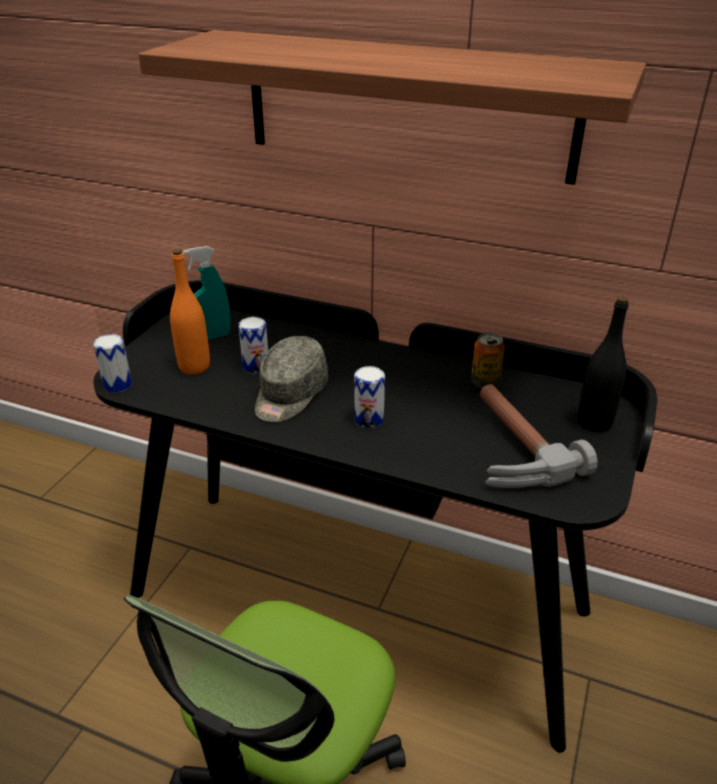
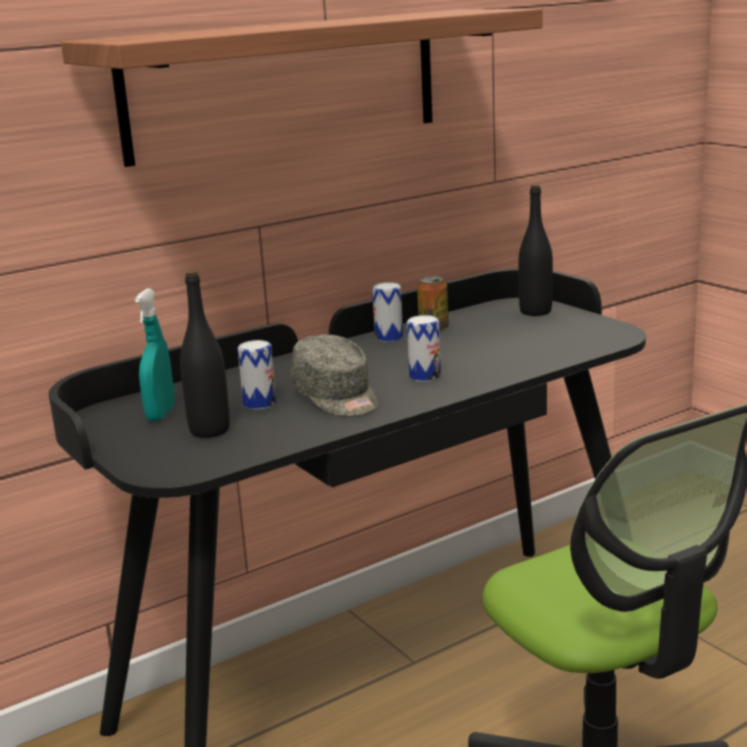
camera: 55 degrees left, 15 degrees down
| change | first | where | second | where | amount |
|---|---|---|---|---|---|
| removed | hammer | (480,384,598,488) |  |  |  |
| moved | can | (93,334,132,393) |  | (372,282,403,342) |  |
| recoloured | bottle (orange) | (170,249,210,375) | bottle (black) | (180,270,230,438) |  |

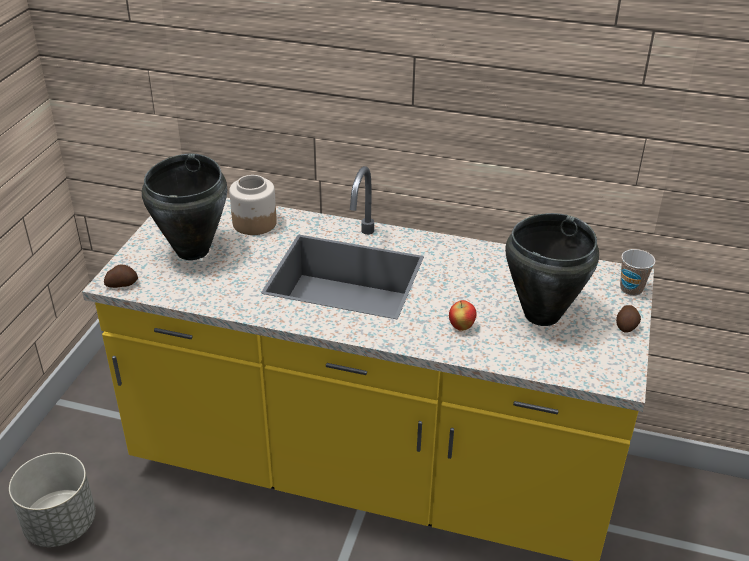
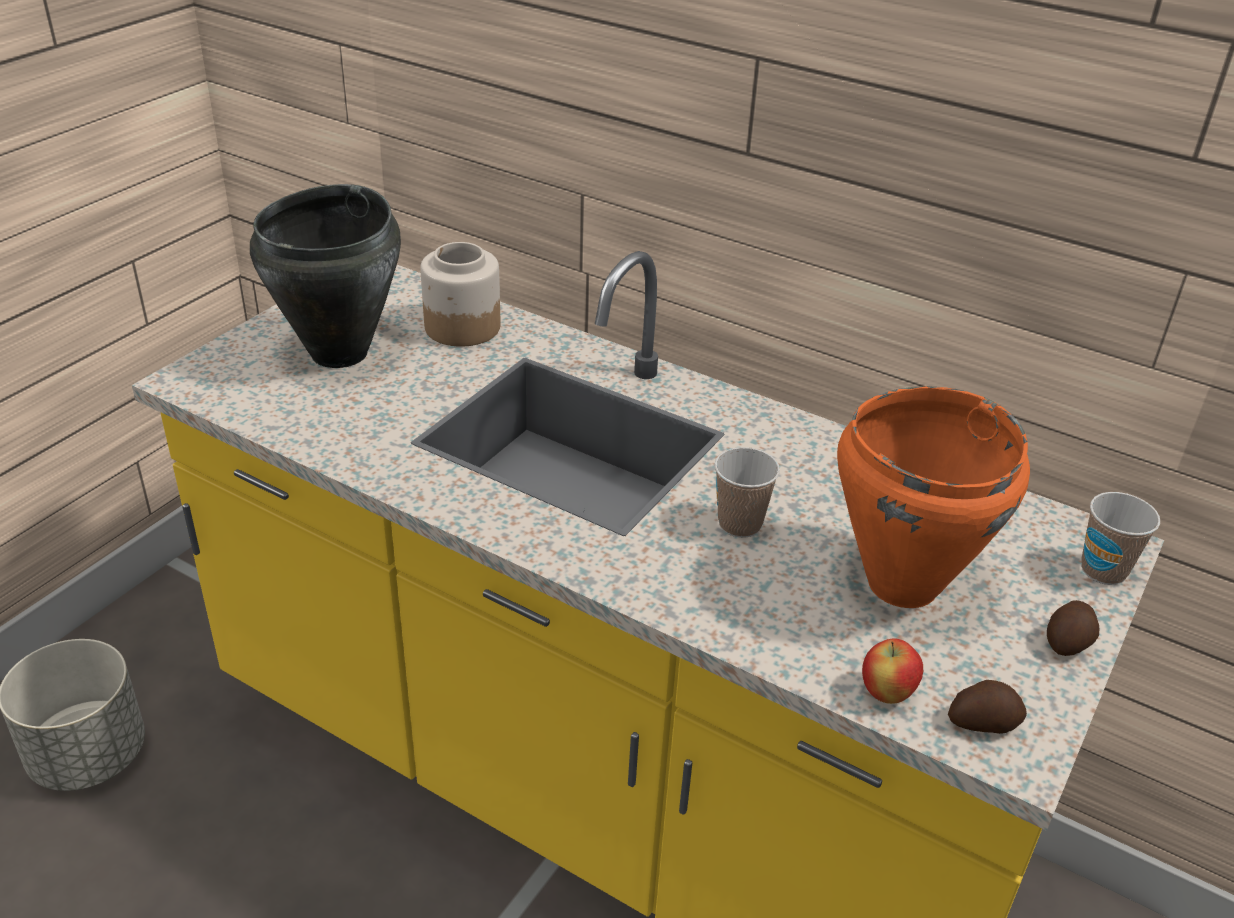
camera: 15 degrees right, 0 degrees up
| change | first | where | second | where | amount |
|---|---|---|---|---|---|
| added |  |  | cup | (715,447,780,538) |  |
| moved | potato | (104,265,138,288) |  | (948,680,1027,734) |  |
| moved | apple | (449,300,476,331) |  | (862,639,923,704) |  |
| recoloured | cooking pot (black) | (505,213,599,326) | cooking pot (orange) | (837,386,1030,608) |  |

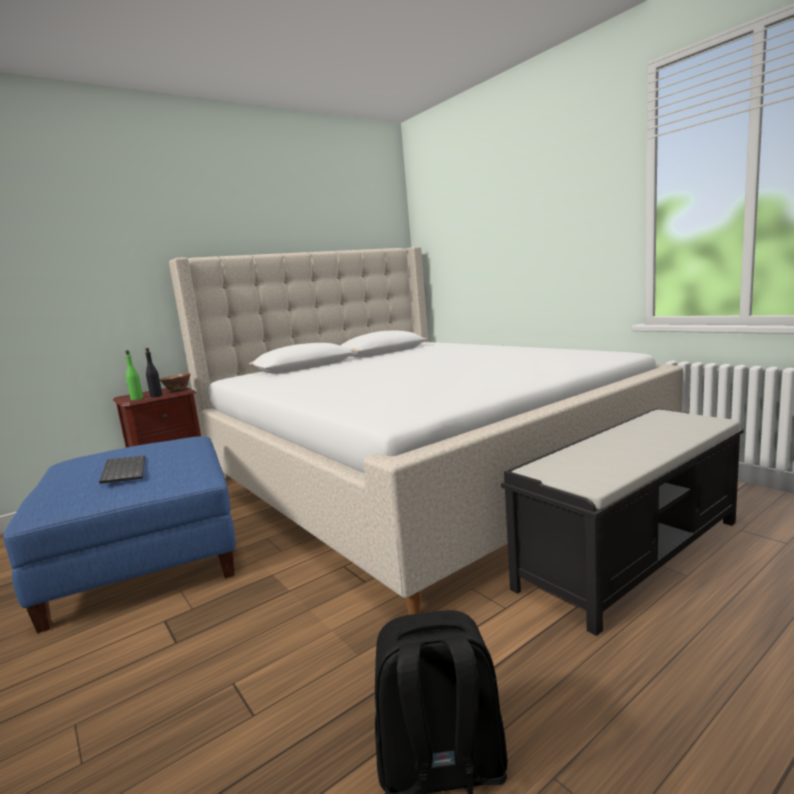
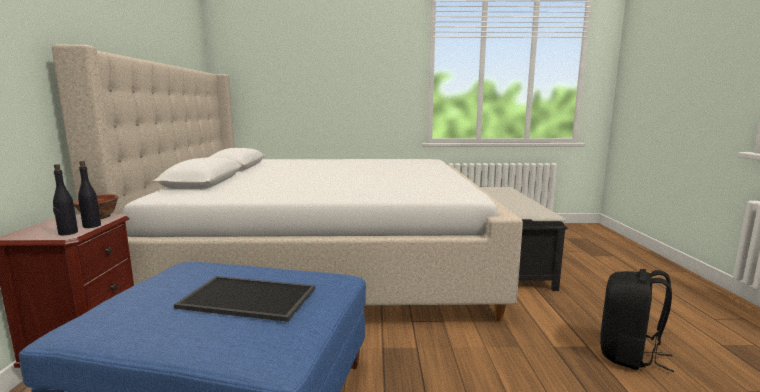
camera: 55 degrees left, 0 degrees up
| change | first | where | second | where | amount |
|---|---|---|---|---|---|
| replaced | keyboard | (99,455,145,484) | tray | (174,276,315,322) |  |
| recoloured | bottle (green) | (125,350,143,400) | bottle (black) | (53,164,78,235) |  |

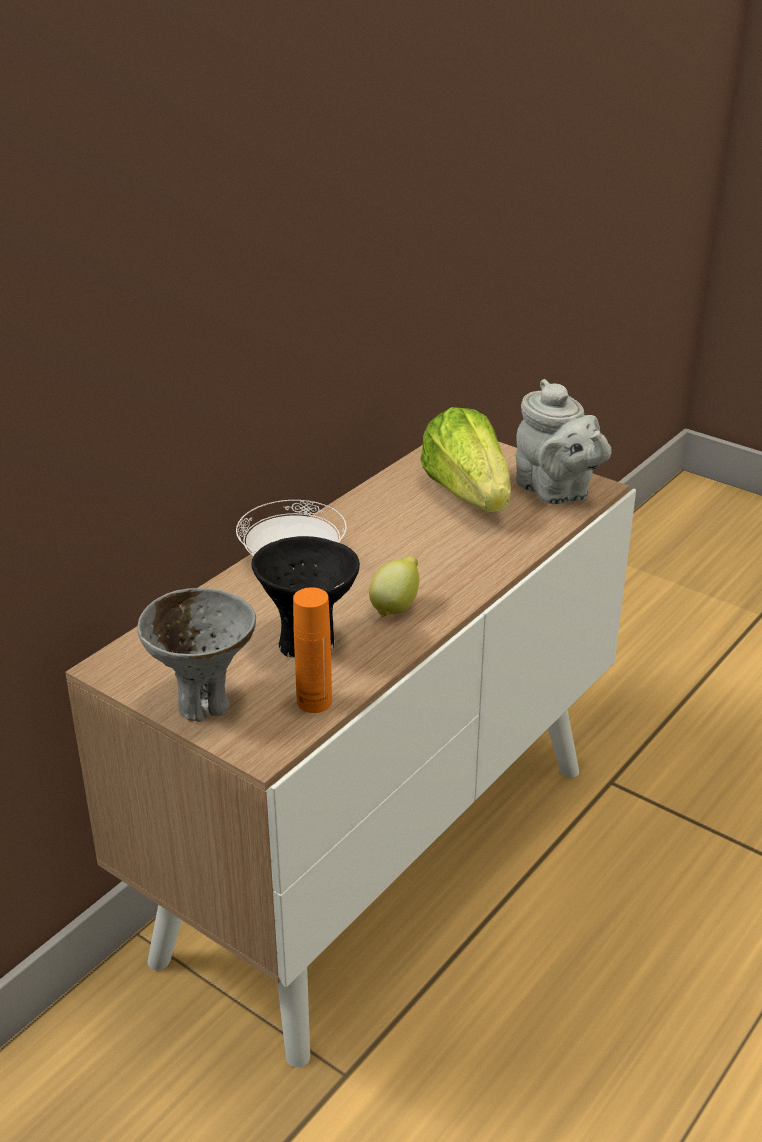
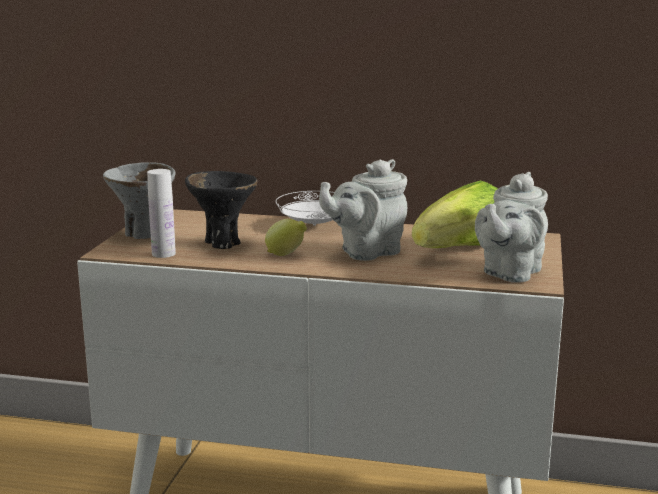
camera: 65 degrees right, 15 degrees down
| change | first | where | second | where | amount |
|---|---|---|---|---|---|
| added |  |  | teapot (grey) | (319,159,407,261) |  |
| recoloured | bottle (orange) | (293,587,332,713) | bottle (white) | (147,169,176,258) |  |

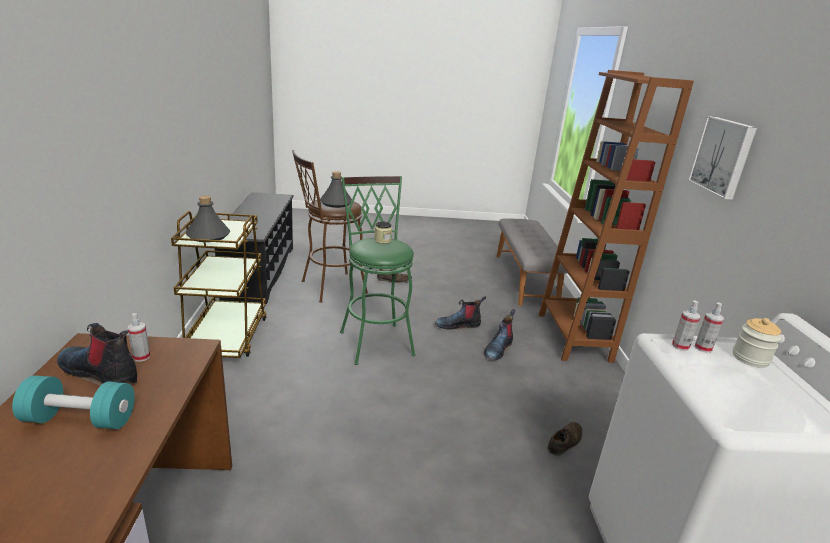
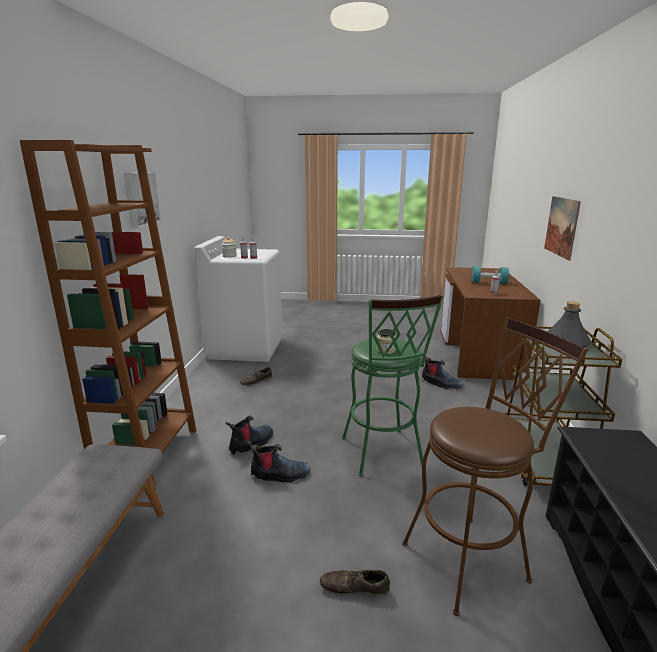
camera: 170 degrees left, 5 degrees down
| change | first | where | second | where | amount |
|---|---|---|---|---|---|
| removed | bottle (grey) | (320,171,352,208) |  |  |  |
| added |  |  | picture | (544,196,581,261) |  |
| moved | boot | (57,323,137,386) |  | (422,357,463,389) |  |

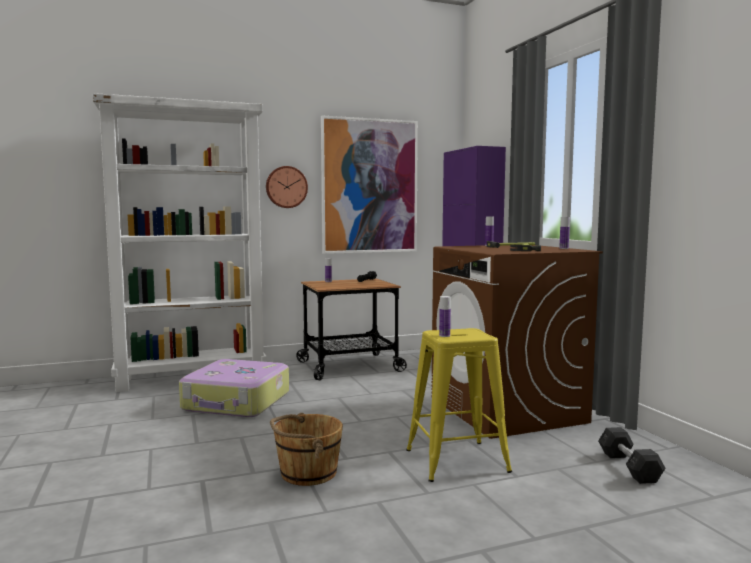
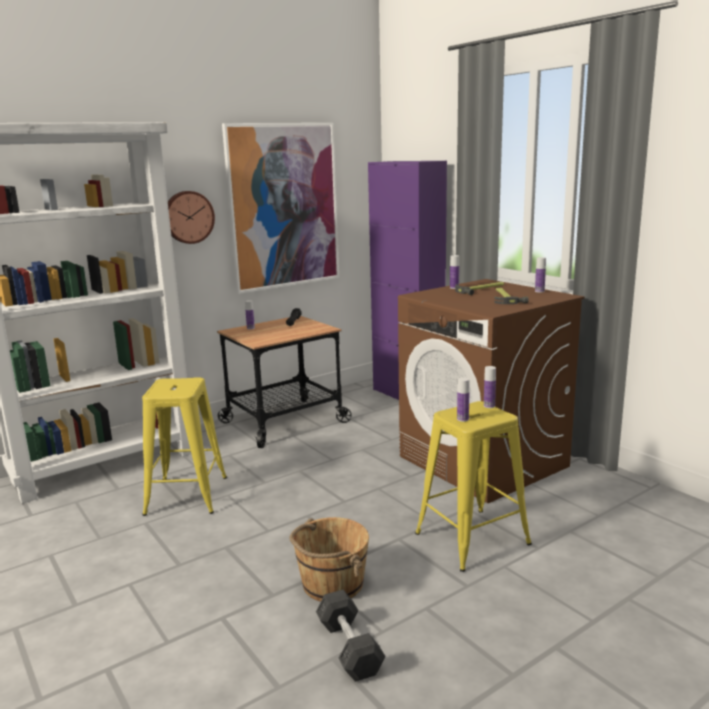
camera: 15 degrees left, 10 degrees up
| change | first | where | second | where | amount |
|---|---|---|---|---|---|
| added |  |  | bottle | (484,366,496,408) |  |
| moved | dumbbell (grey) | (598,427,665,484) |  | (316,590,386,682) |  |
| replaced | suitcase | (179,359,289,417) | stool (yellow) | (142,377,227,516) |  |

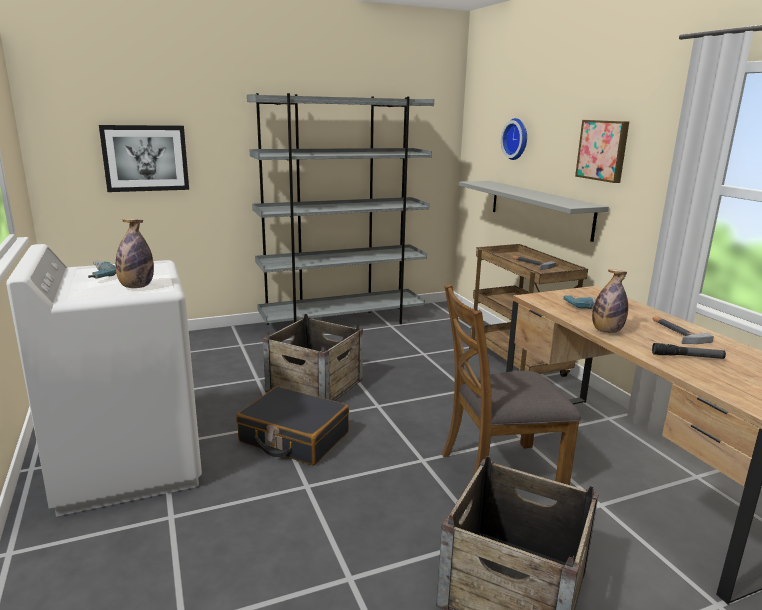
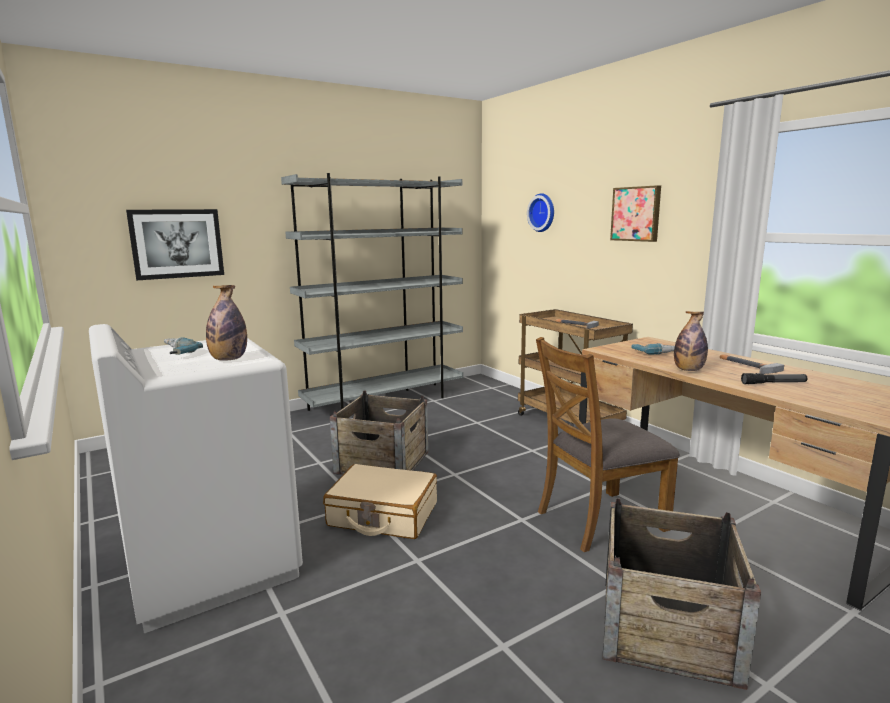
camera: 10 degrees left, 5 degrees down
| change | first | where | second | where | amount |
|---|---|---|---|---|---|
| removed | shelf (grey) | (459,181,609,242) |  |  |  |
| recoloured | suitcase (black) | (236,386,349,466) | suitcase (beige) | (323,464,437,539) |  |

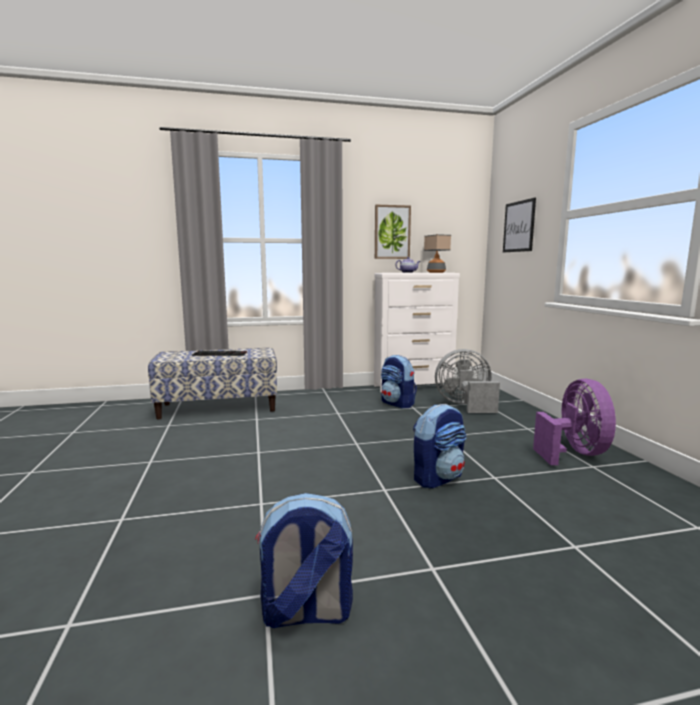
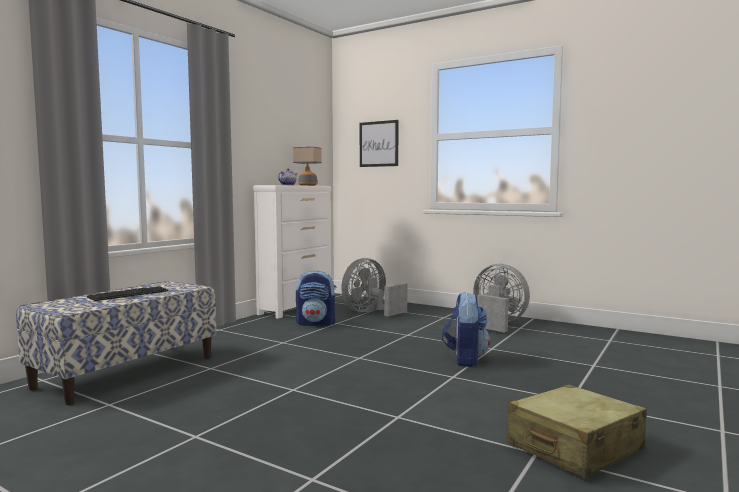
camera: 45 degrees left, 5 degrees down
| change | first | where | second | where | amount |
|---|---|---|---|---|---|
| removed | picture | (375,204,411,259) |  |  |  |
| replaced | backpack | (255,493,353,628) | suitcase (beige) | (507,384,647,478) |  |
| recoloured | fan (purple) | (533,379,616,465) | fan (grey) | (473,264,530,333) |  |

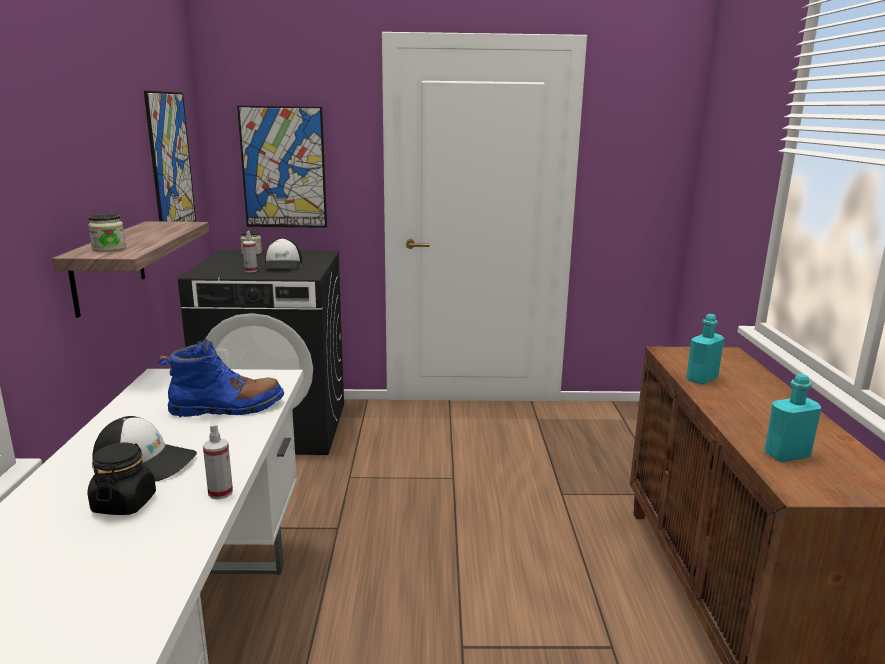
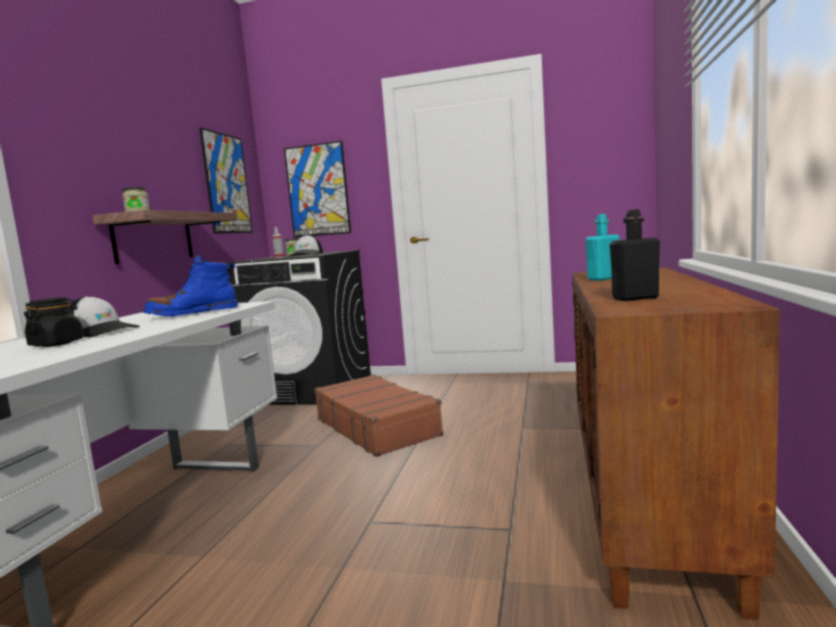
camera: 15 degrees right, 10 degrees down
| change | first | where | second | where | amount |
|---|---|---|---|---|---|
| removed | spray bottle | (203,423,233,500) |  |  |  |
| added |  |  | suitcase (brown) | (314,374,443,457) |  |
| recoloured | bottle (turquoise) | (765,374,821,462) | bottle (black) | (610,209,660,301) |  |
| turned | boot (blue) | (158,338,284,417) |  | (143,255,238,317) | 150 degrees clockwise |

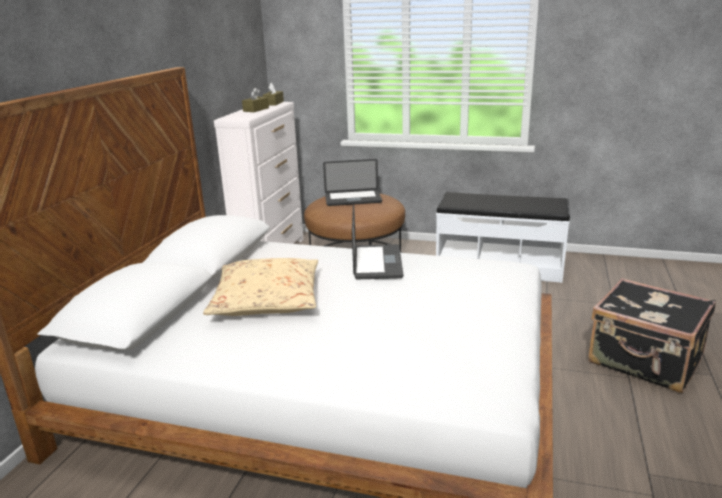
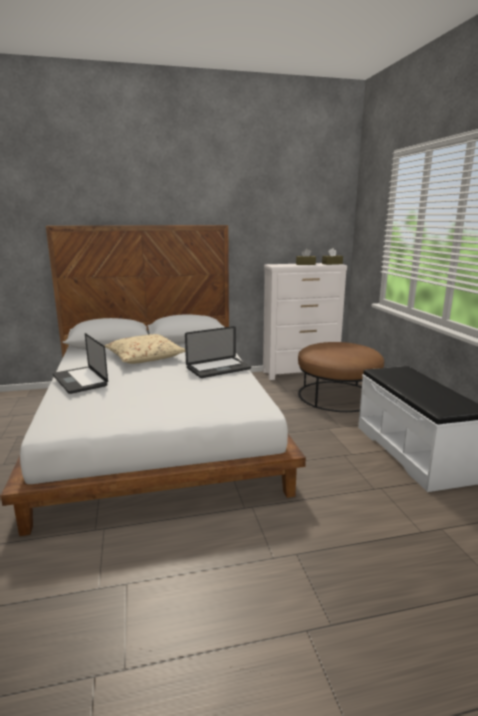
camera: 60 degrees right, 5 degrees down
| change | first | where | second | where | amount |
|---|---|---|---|---|---|
| removed | suitcase (black) | (588,278,716,393) |  |  |  |
| moved | laptop | (323,159,382,206) |  | (53,333,108,394) |  |

